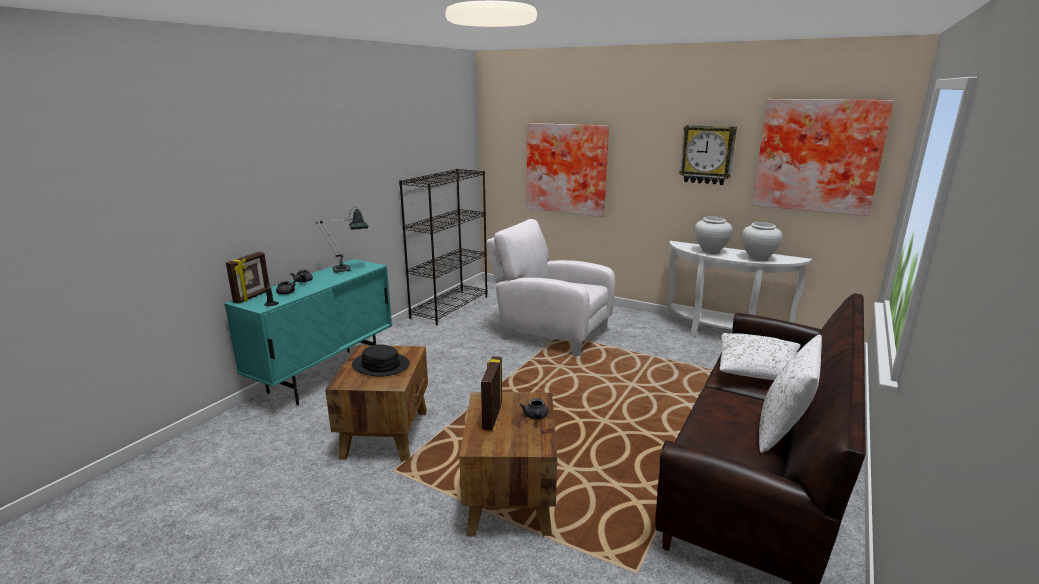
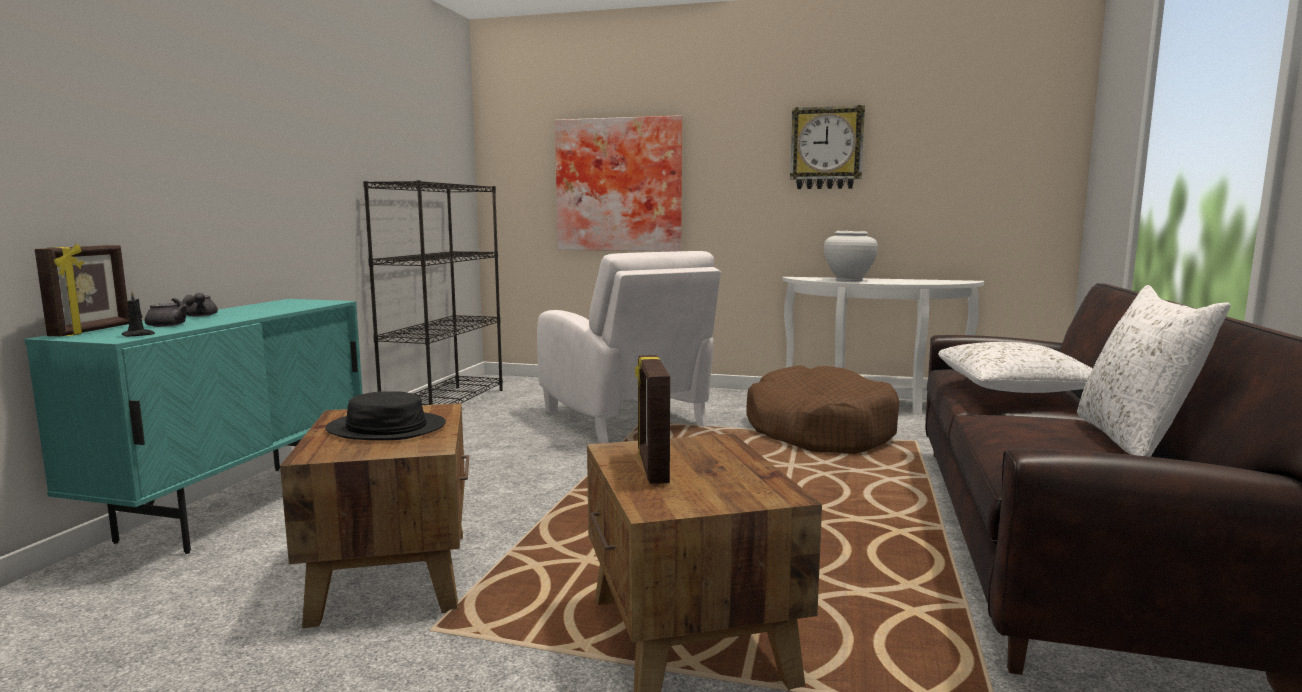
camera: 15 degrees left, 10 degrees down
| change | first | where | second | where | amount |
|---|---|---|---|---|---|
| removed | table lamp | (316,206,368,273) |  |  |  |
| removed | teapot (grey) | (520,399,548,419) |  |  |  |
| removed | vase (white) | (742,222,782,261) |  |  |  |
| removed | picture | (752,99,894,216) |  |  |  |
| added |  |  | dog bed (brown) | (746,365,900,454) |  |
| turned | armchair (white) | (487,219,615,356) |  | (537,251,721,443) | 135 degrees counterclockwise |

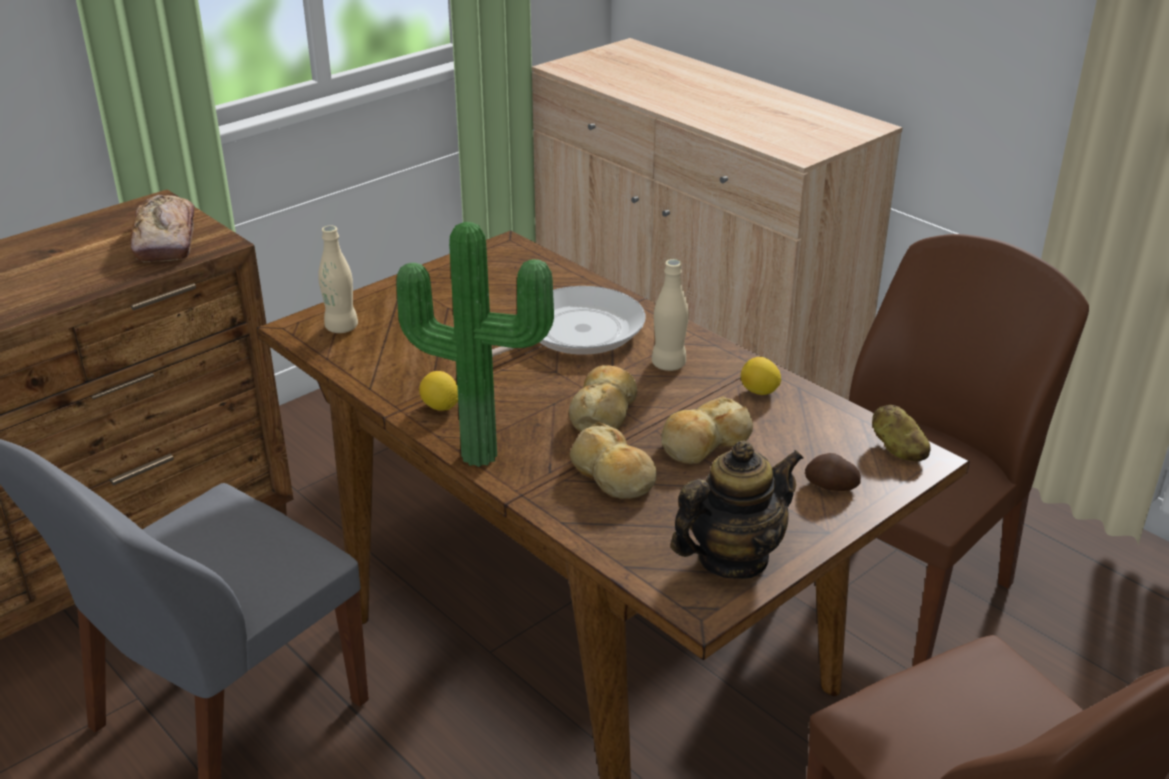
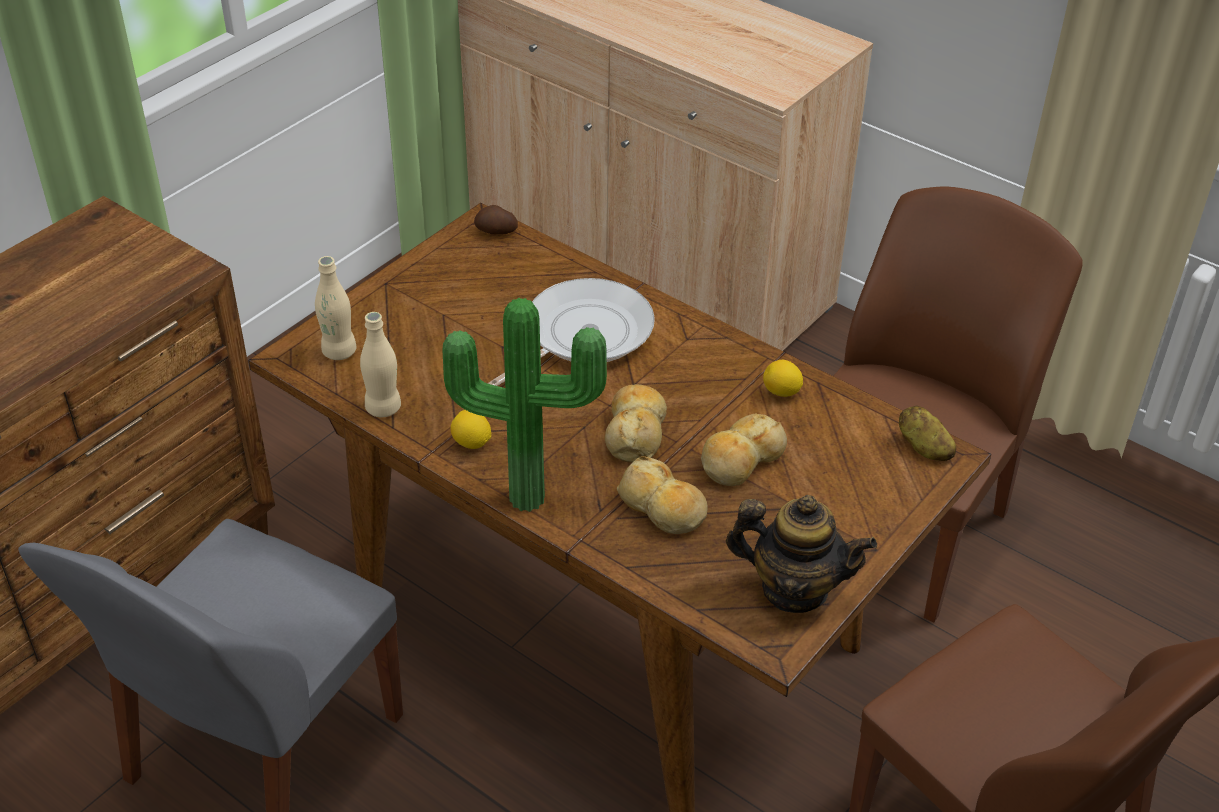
camera: 10 degrees left, 10 degrees up
| change | first | where | second | where | amount |
|---|---|---|---|---|---|
| removed | bread | (130,195,195,263) |  |  |  |
| moved | bottle (beige) | (652,259,689,371) |  | (360,312,401,417) |  |
| moved | potato | (805,453,861,491) |  | (474,205,518,235) |  |
| turned | teapot | (671,441,803,579) |  | (726,495,877,613) | 60 degrees clockwise |

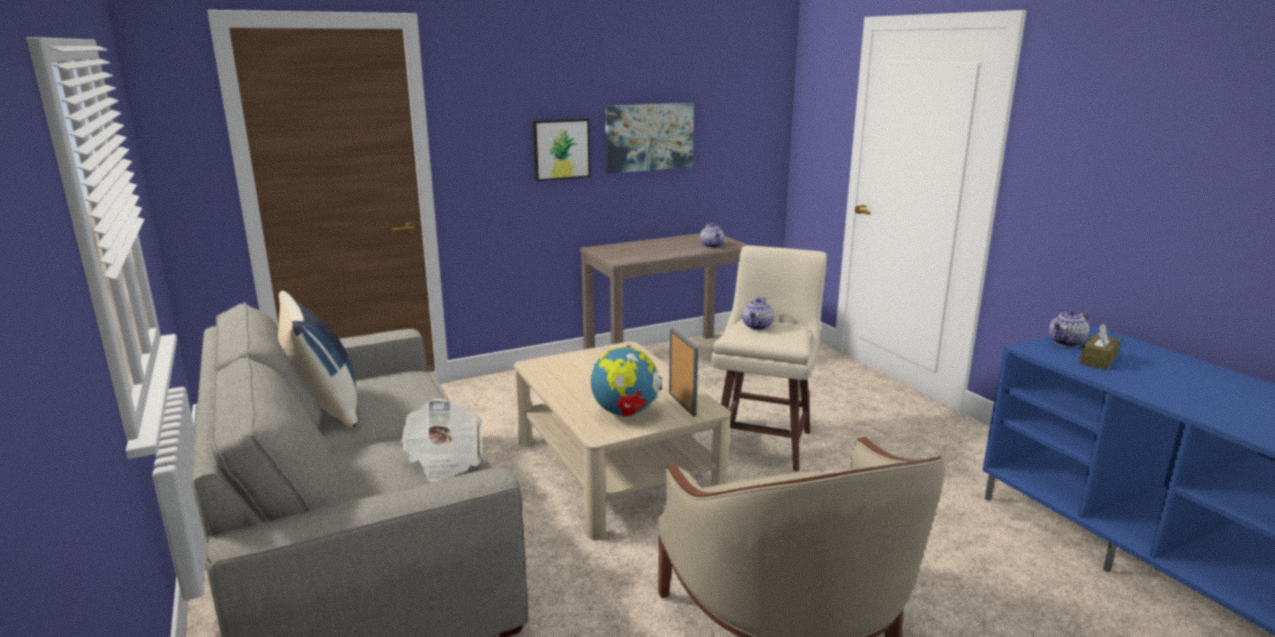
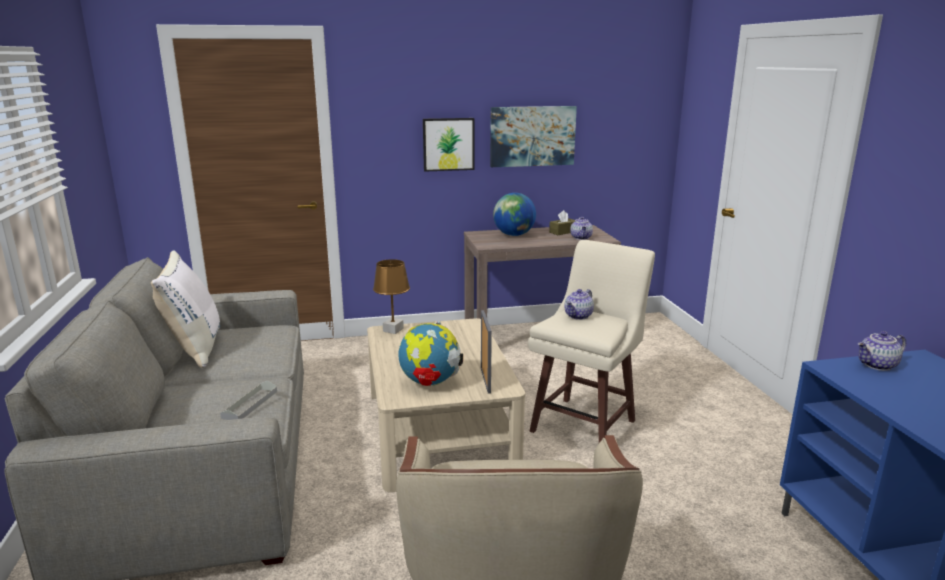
camera: 15 degrees right, 0 degrees up
| change | first | where | second | where | amount |
|---|---|---|---|---|---|
| added |  |  | table lamp (brown) | (373,259,410,334) |  |
| added |  |  | globe | (493,193,536,236) |  |
| moved | tissue box (brown) | (1079,324,1121,370) |  | (549,210,575,235) |  |
| replaced | newspaper | (400,399,482,482) | tray (grey) | (220,381,277,420) |  |
| recoloured | pillow (blue) | (278,291,357,428) | pillow (white) | (151,251,220,368) |  |

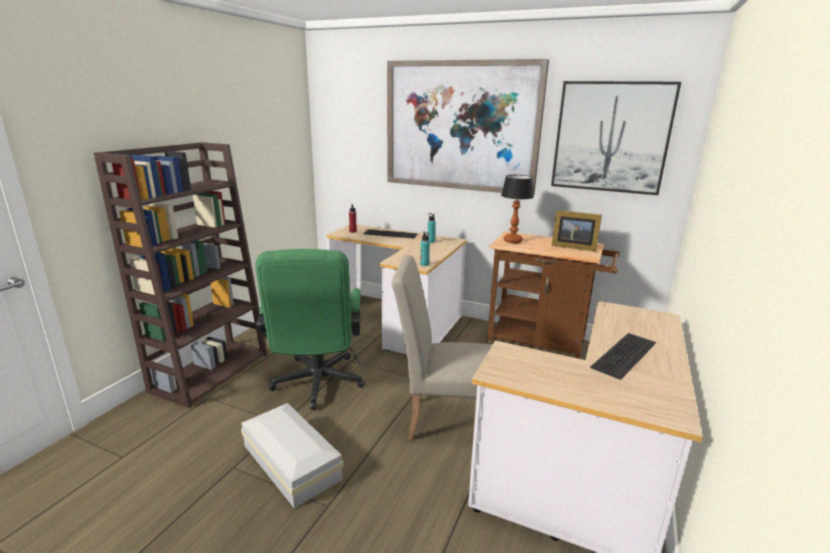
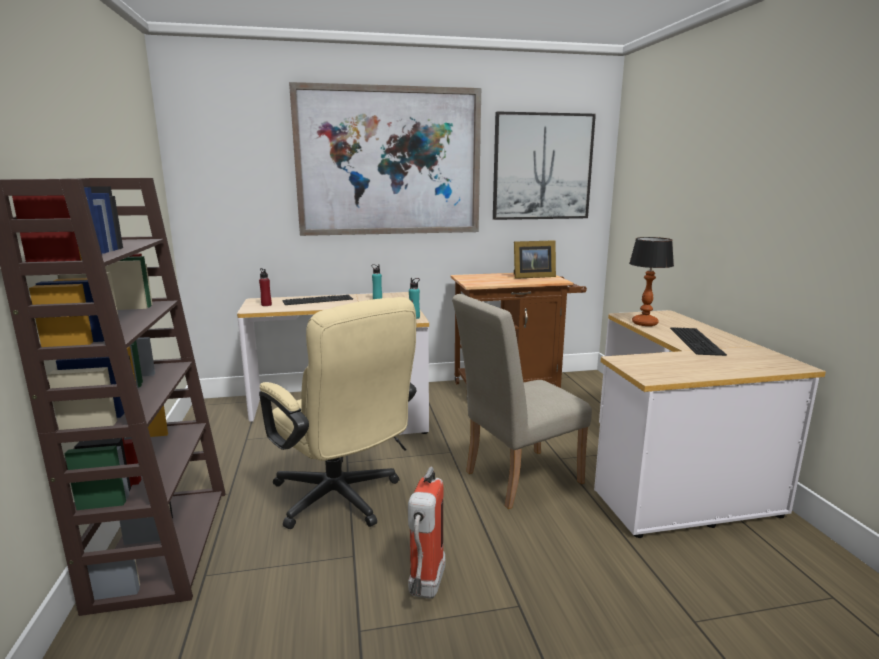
camera: 35 degrees left, 5 degrees down
| change | first | where | second | where | amount |
|---|---|---|---|---|---|
| moved | table lamp | (501,175,534,243) |  | (629,237,674,326) |  |
| replaced | storage box (white) | (241,403,344,508) | fire extinguisher | (408,466,445,599) |  |
| recoloured | office chair (green) | (256,249,365,410) | office chair (beige) | (259,297,416,529) |  |

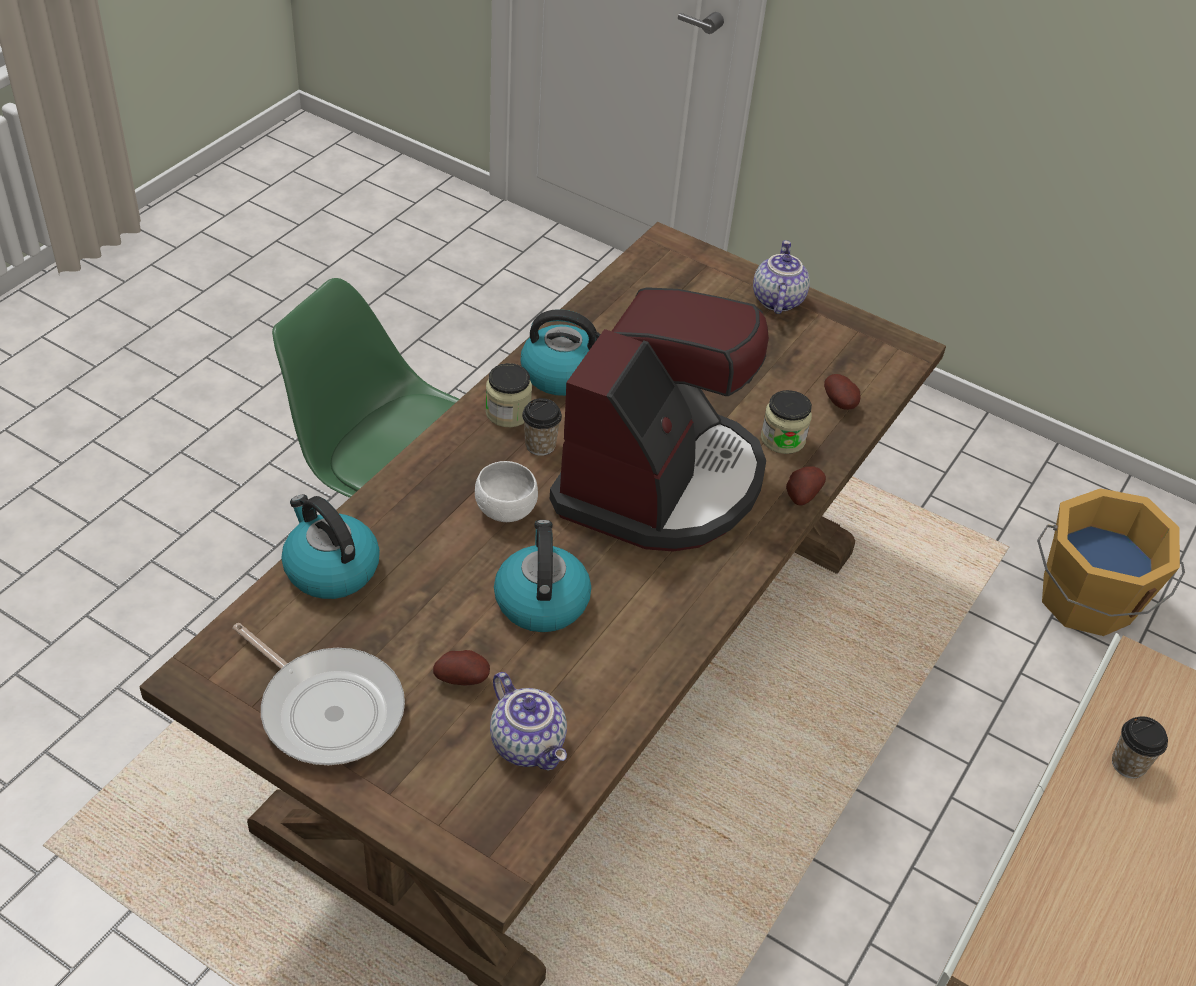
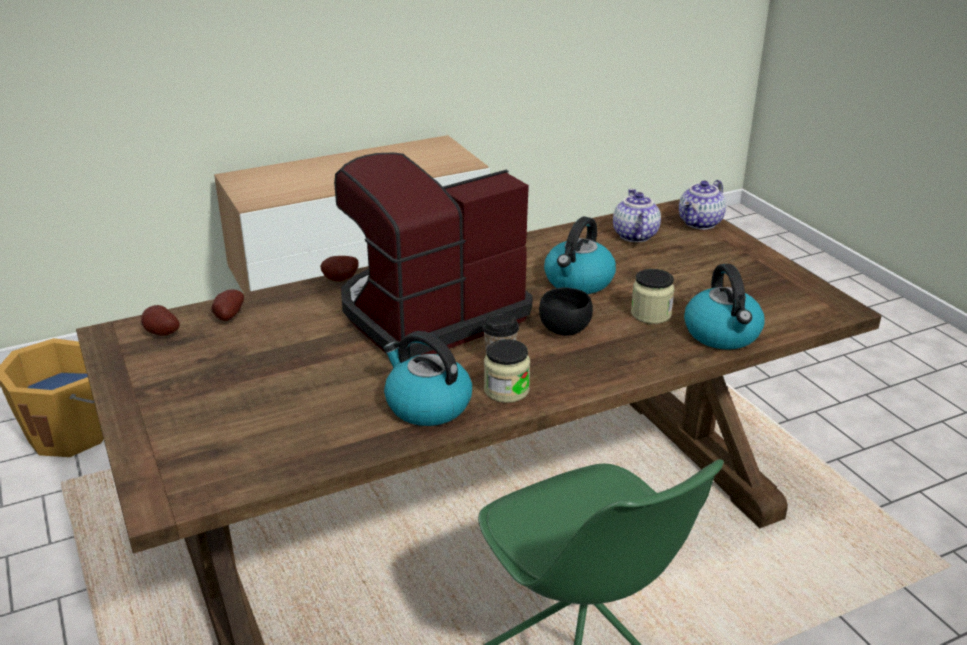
camera: 145 degrees left, 15 degrees down
| change | first | where | second | where | amount |
|---|---|---|---|---|---|
| removed | frying pan | (233,623,405,765) |  |  |  |
| removed | cup | (1112,716,1168,779) |  |  |  |
| moved | potato | (433,650,490,686) |  | (141,305,180,336) |  |
| moved | teapot | (753,240,810,314) |  | (679,180,726,230) |  |
| moved | jar | (761,390,812,454) |  | (631,269,675,324) |  |
| recoloured | bowl (white) | (475,461,538,522) | bowl (black) | (539,288,593,336) |  |

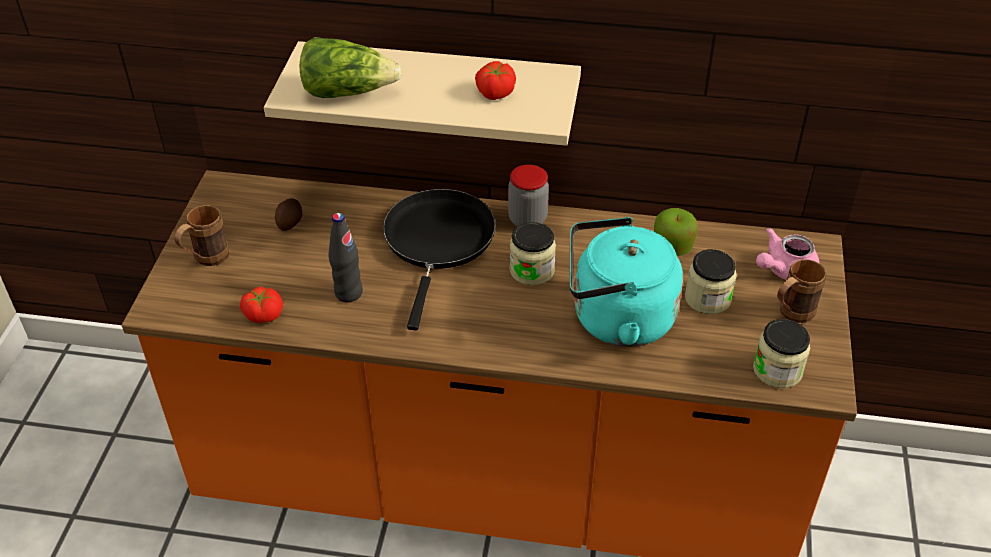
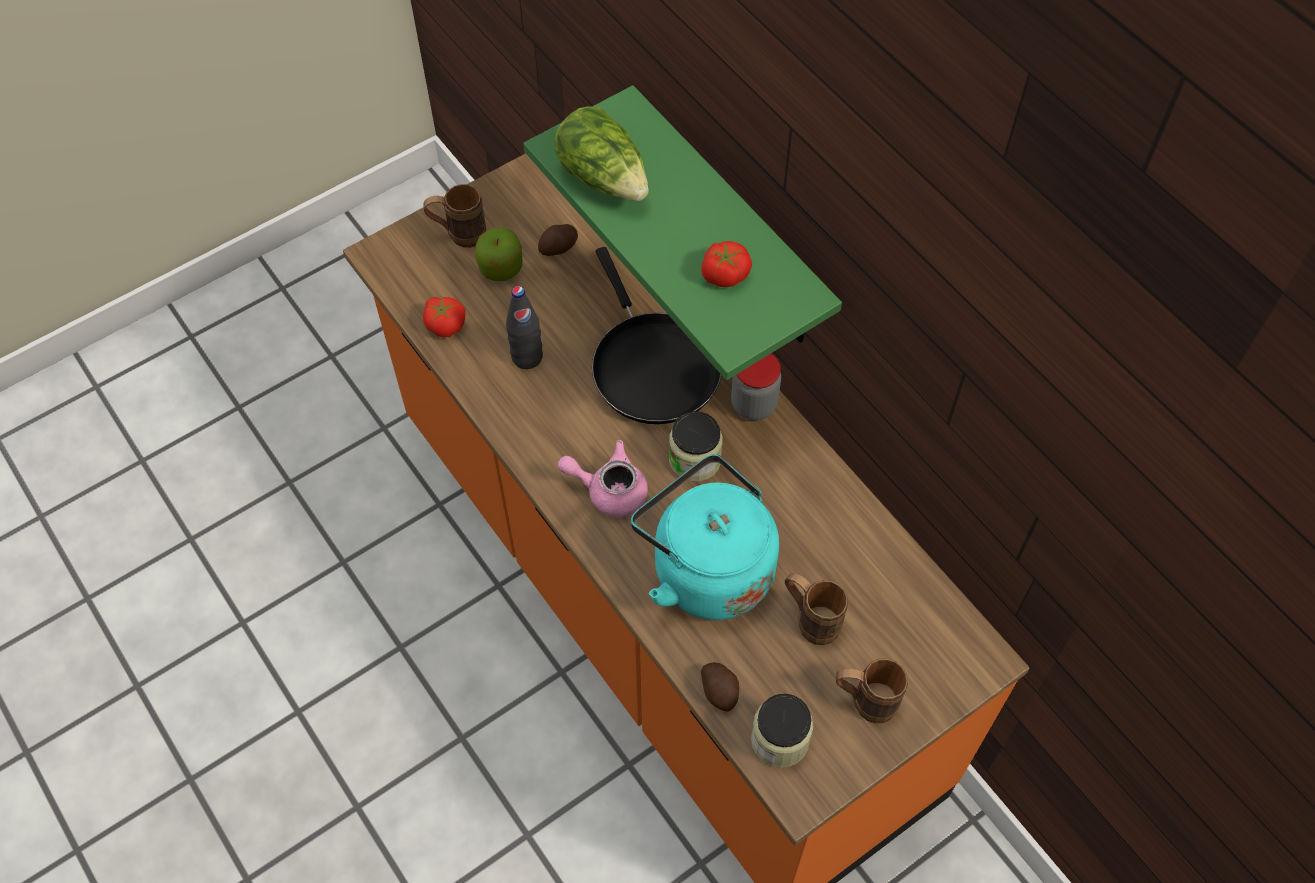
camera: 45 degrees right, 15 degrees up
| change | first | where | second | where | amount |
|---|---|---|---|---|---|
| added |  |  | potato | (701,662,739,712) |  |
| moved | apple | (654,208,698,256) |  | (475,228,522,281) |  |
| moved | teapot (pink) | (756,228,819,280) |  | (558,440,648,517) |  |
| replaced | jar | (685,249,737,314) | mug (brown) | (785,573,848,645) |  |
| recoloured | shelf (beige) | (264,41,581,146) | shelf (green) | (523,85,842,380) |  |
| turned | frying pan (black) | (383,189,496,330) |  | (592,247,722,424) | 105 degrees clockwise |

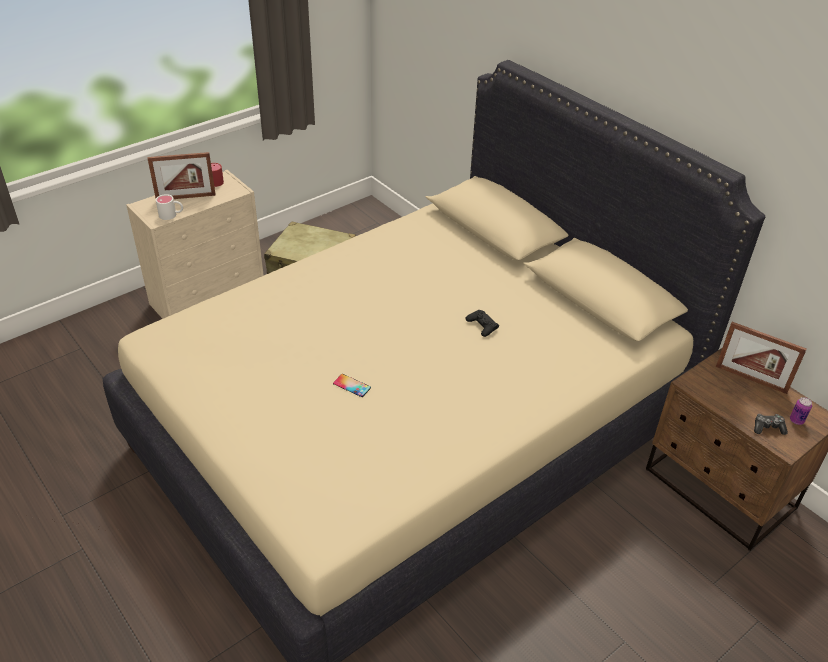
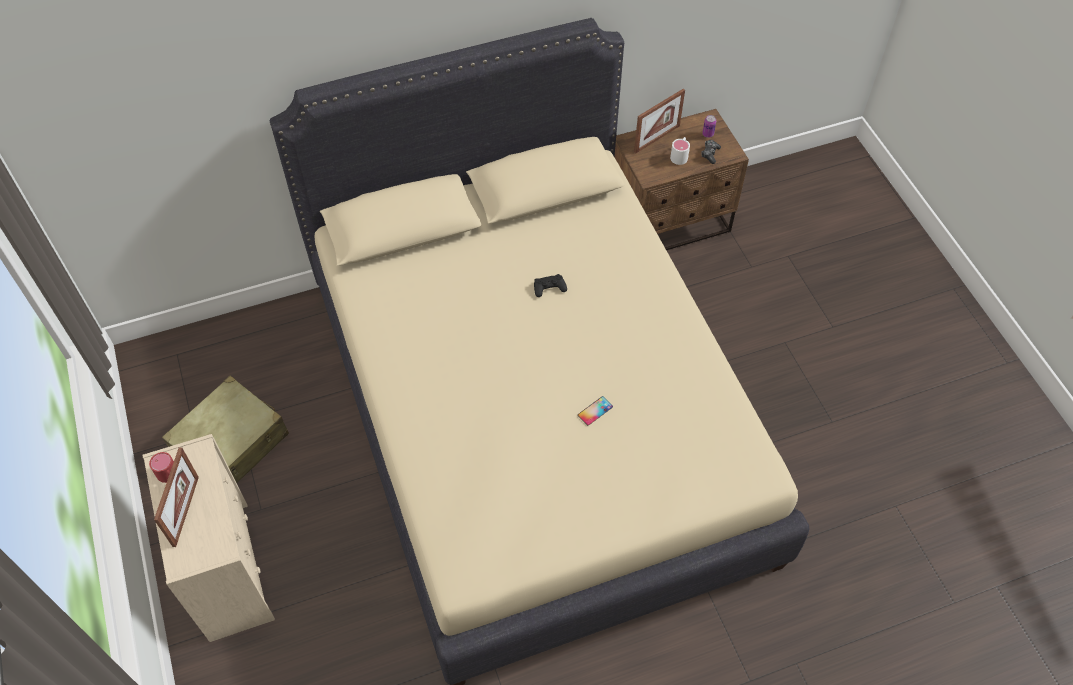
camera: 70 degrees left, 15 degrees up
| change | first | where | second | where | amount |
|---|---|---|---|---|---|
| moved | mug (white) | (156,194,183,220) |  | (670,137,690,165) |  |

